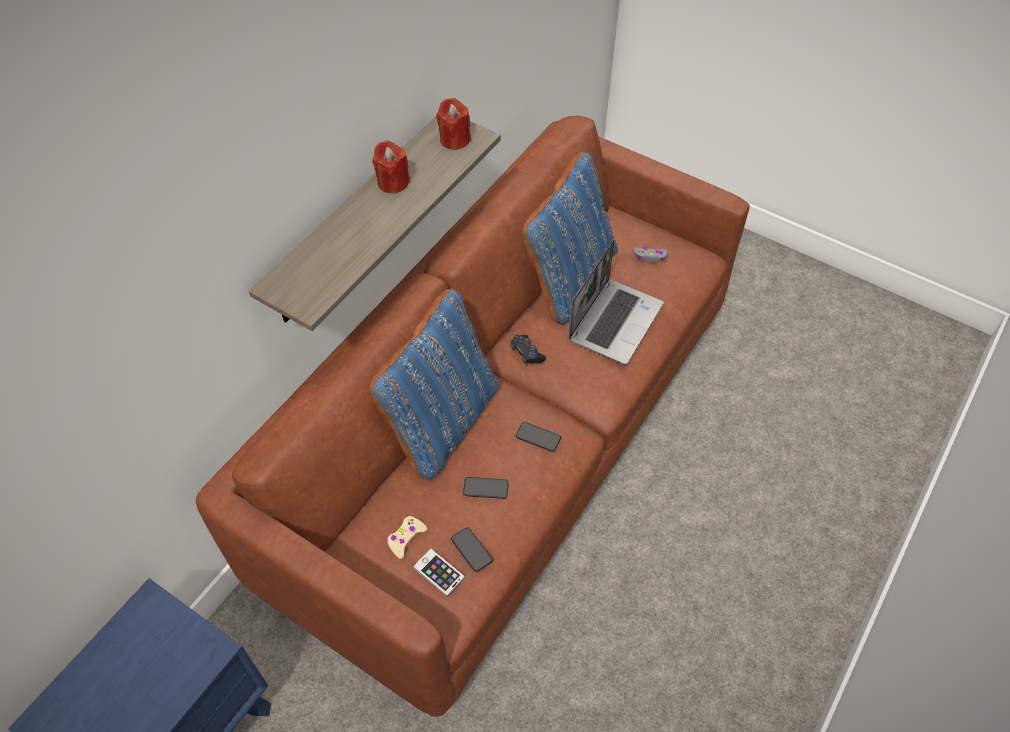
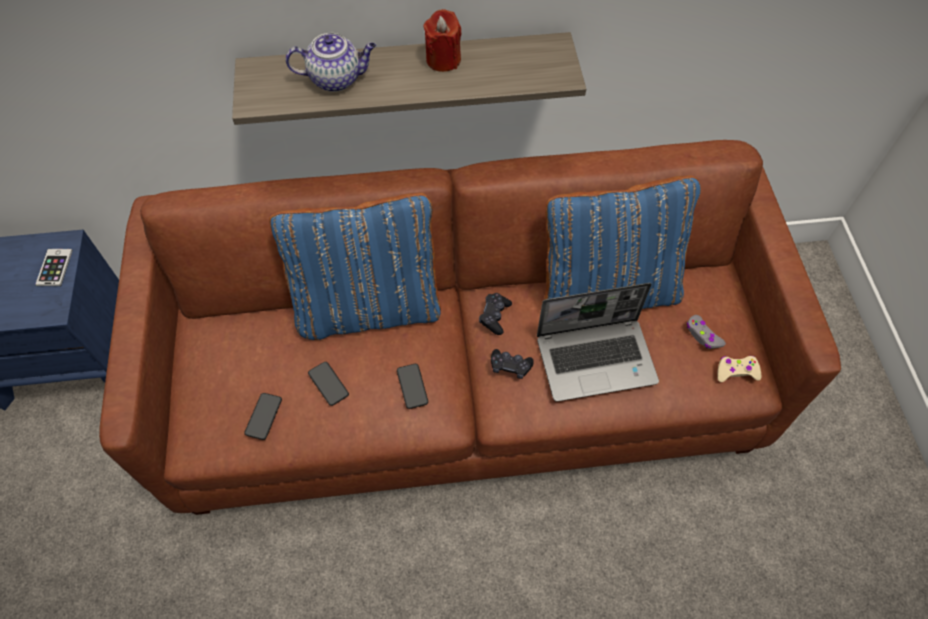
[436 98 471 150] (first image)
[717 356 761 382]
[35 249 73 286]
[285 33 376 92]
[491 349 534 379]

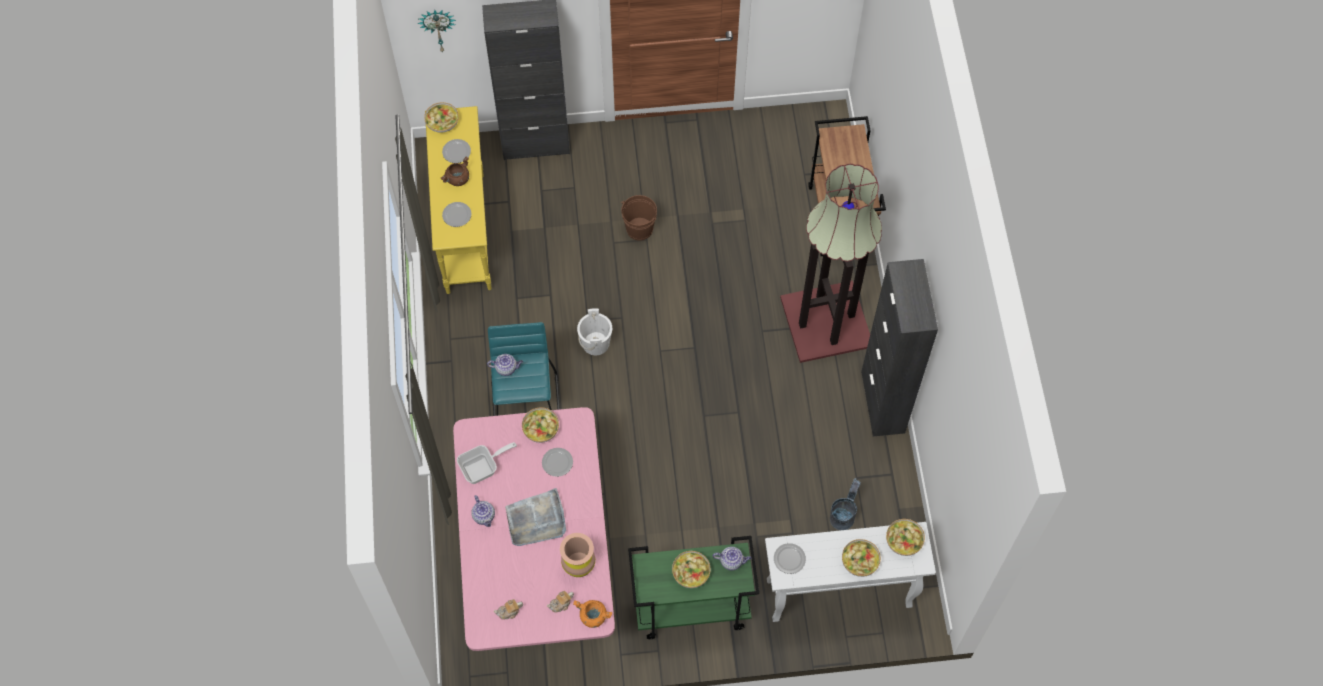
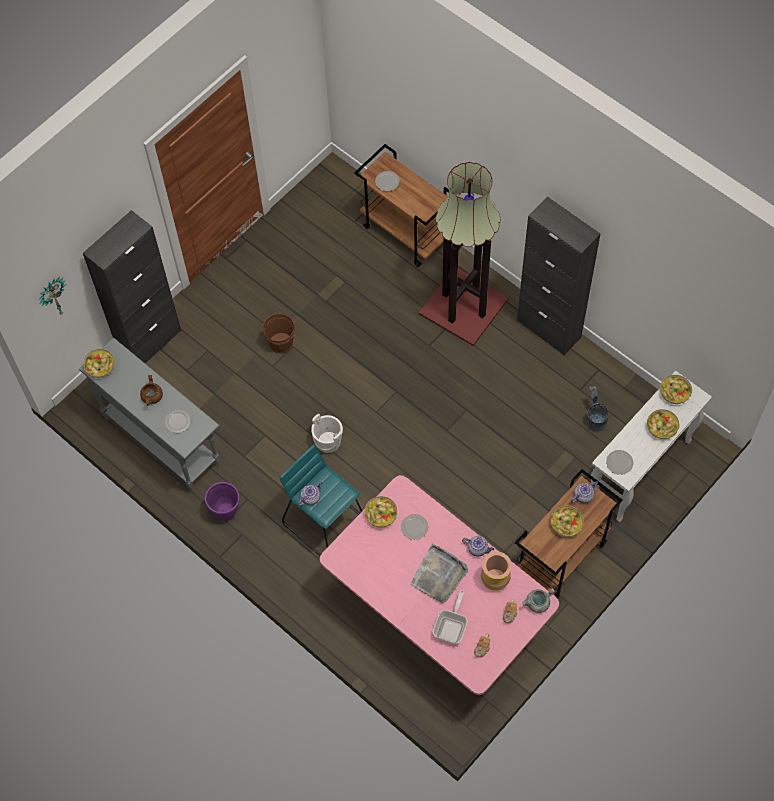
[79 337 220 492]
[375 171 400 191]
[433 590 468 644]
[462 536 494 556]
[515 469 623 599]
[522 588 555 613]
[205 482 240 521]

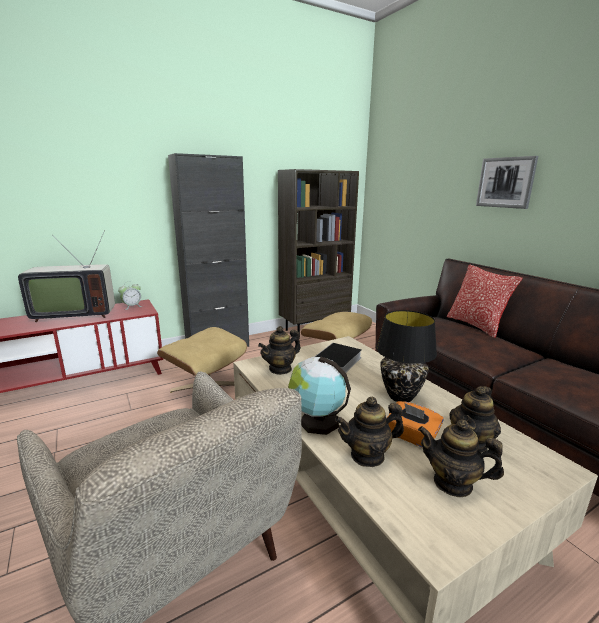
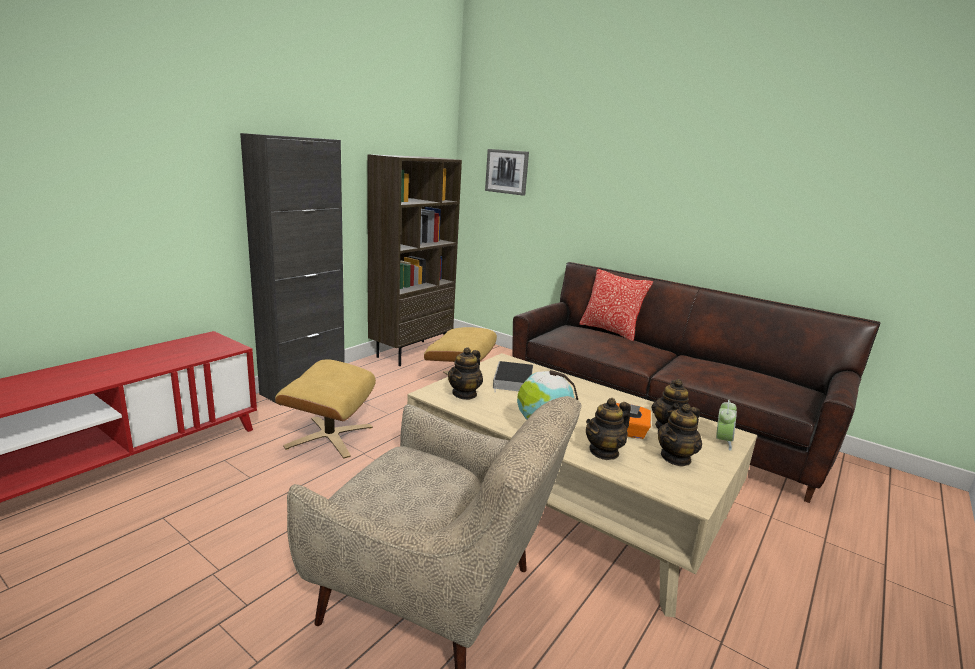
[485 149 529 196]
[18 232 115 322] (first image)
[716 399 737 451]
[376 310 437 402] (first image)
[658 404 702 467]

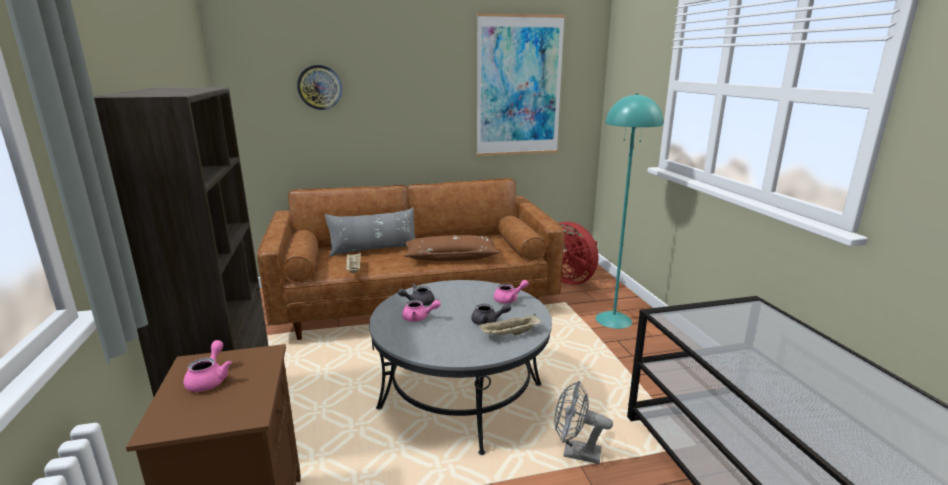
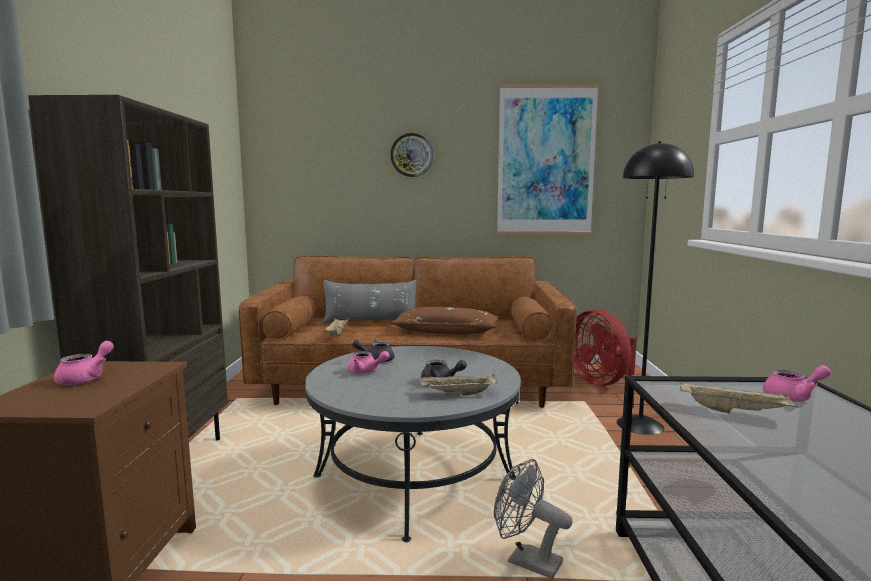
[390 133 433 177]
[617 141 694 435]
[763 365 831 402]
[680 381 798 413]

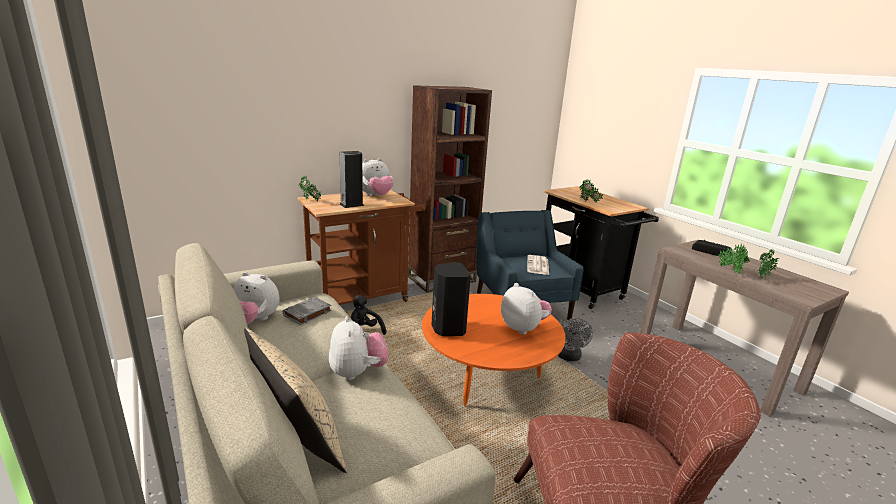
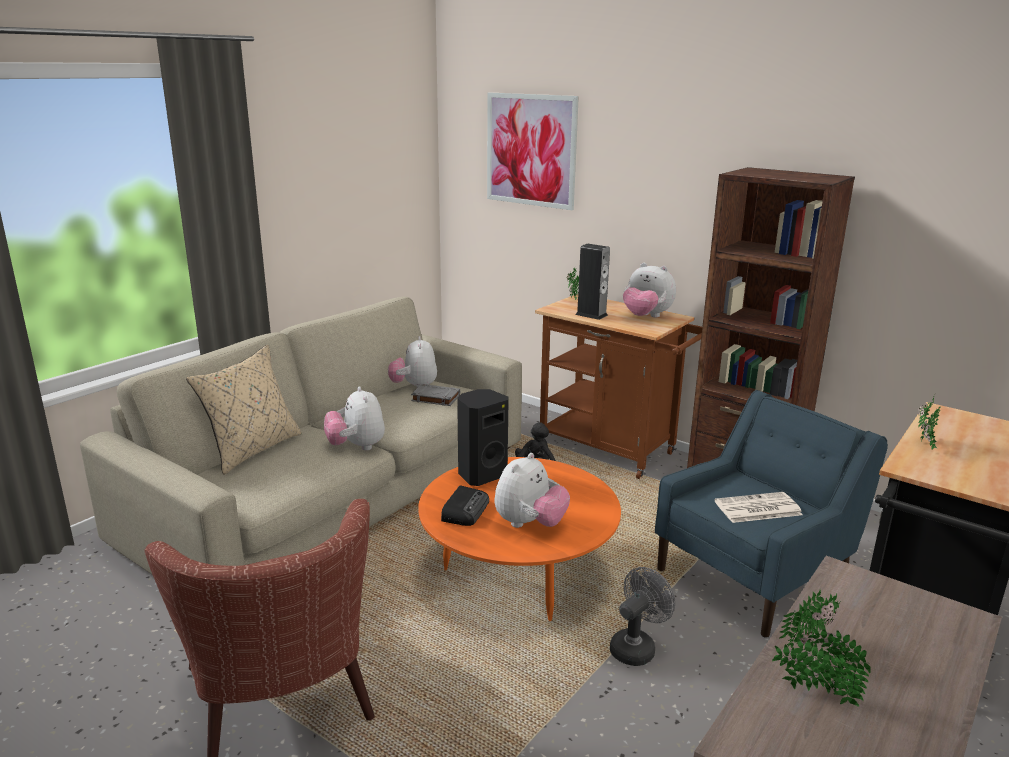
[441 485 489 526]
[324 386 385 450]
[610 567 675 666]
[487 92 579 210]

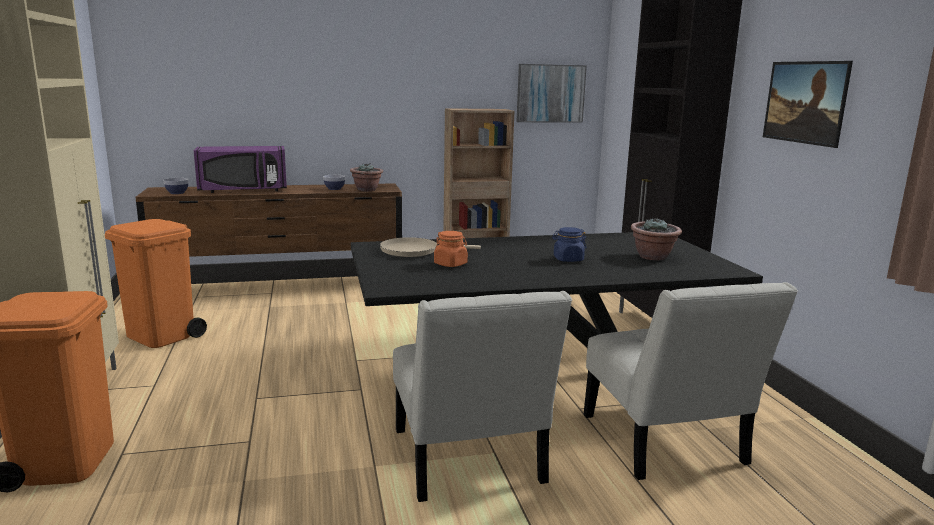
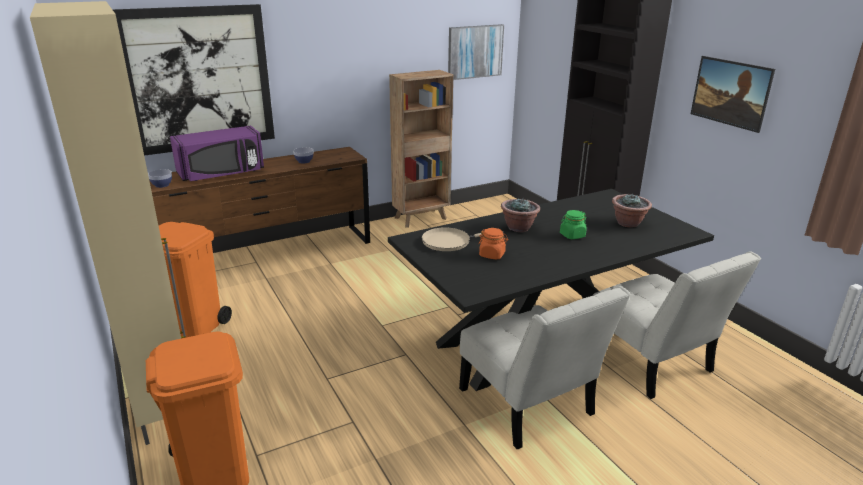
[501 198 540 232]
[560 210 587 239]
[112 4 275 156]

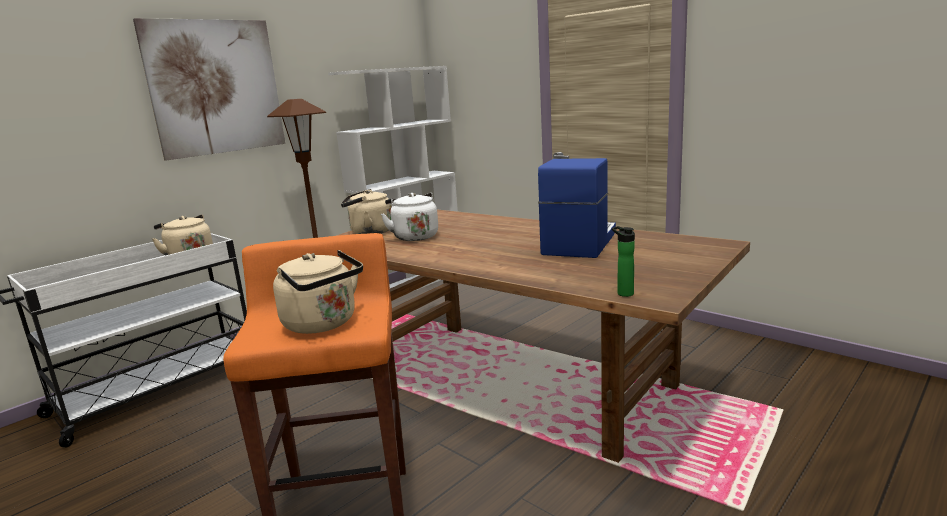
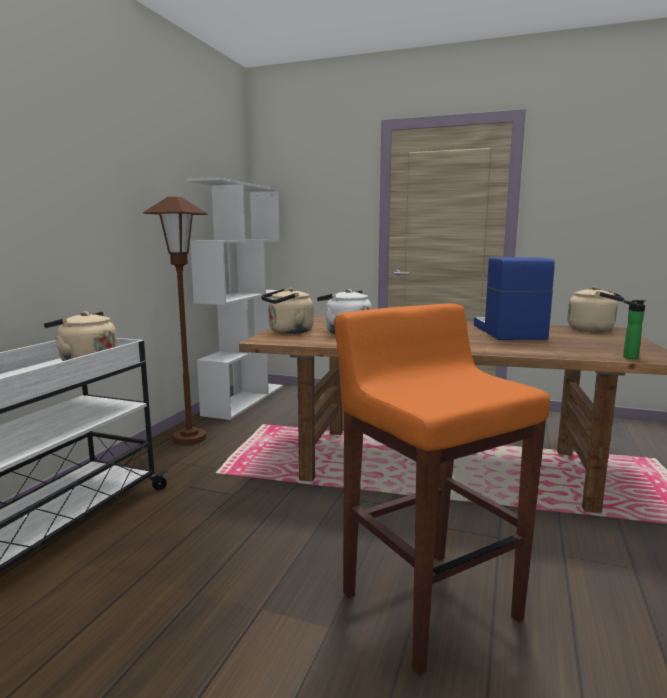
[133 18 285 160] (first image)
[567 287 624 331]

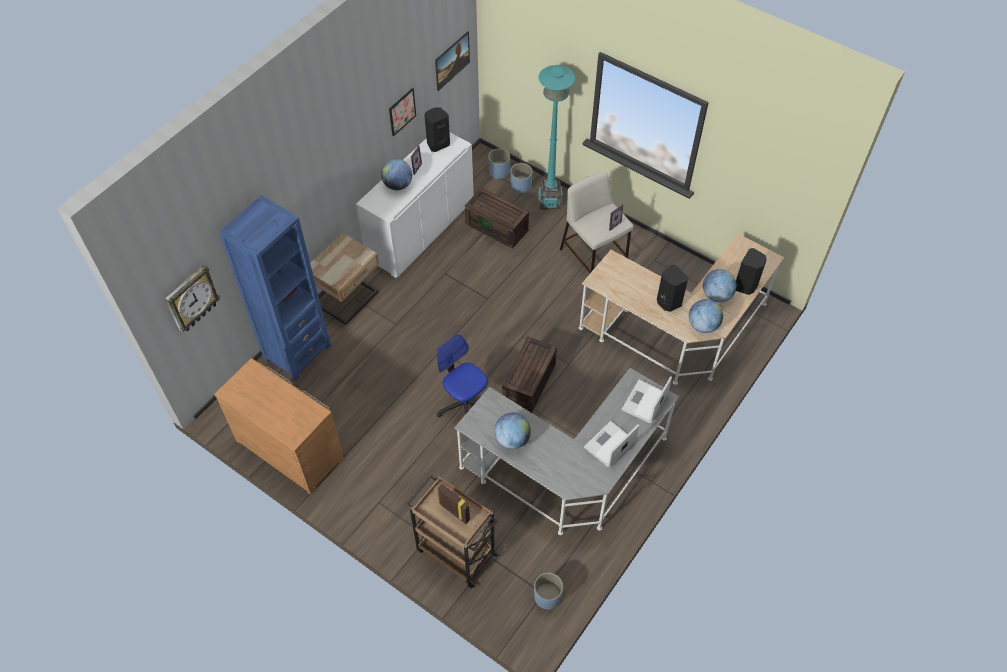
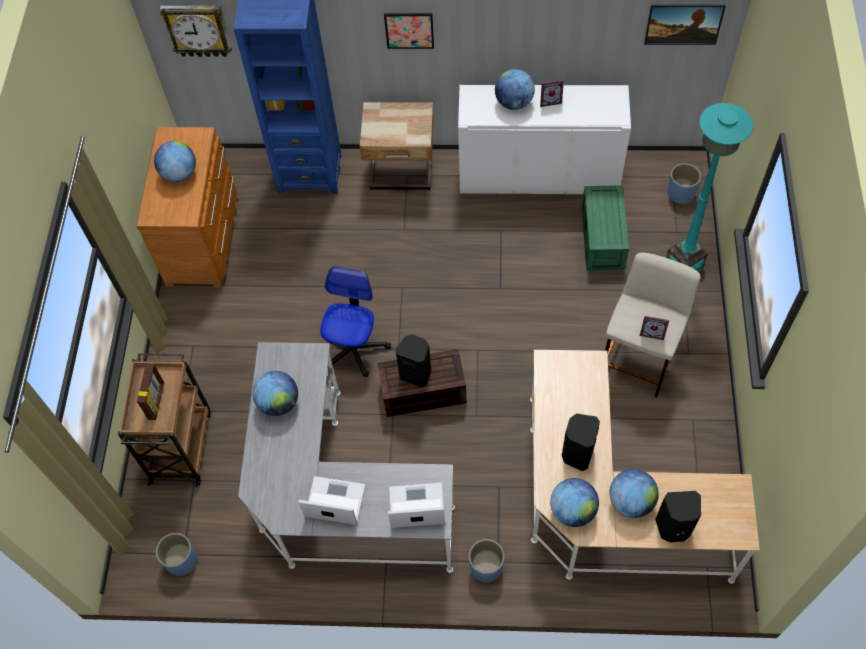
[384 13 434 49]
[396 335 431 387]
[469 539 504 583]
[582 185 629 271]
[154 141 196 182]

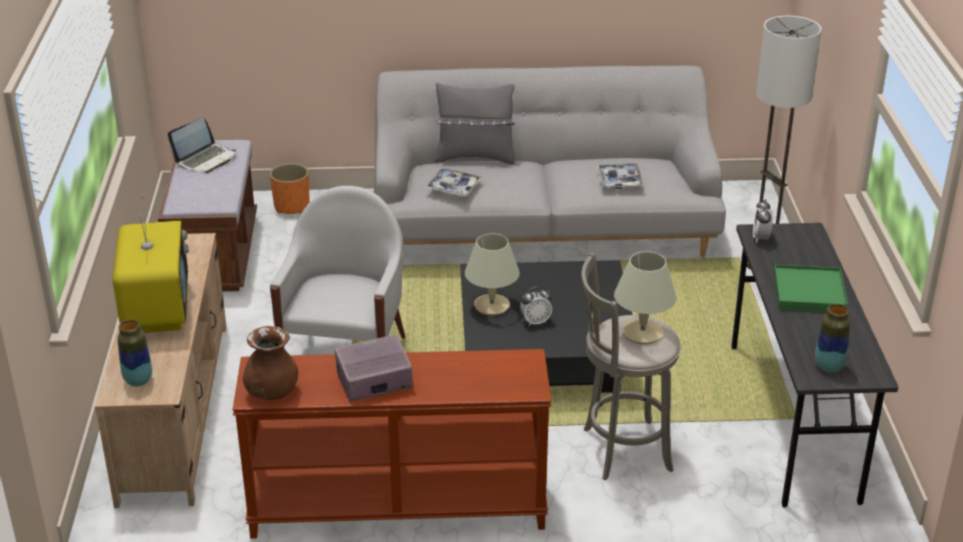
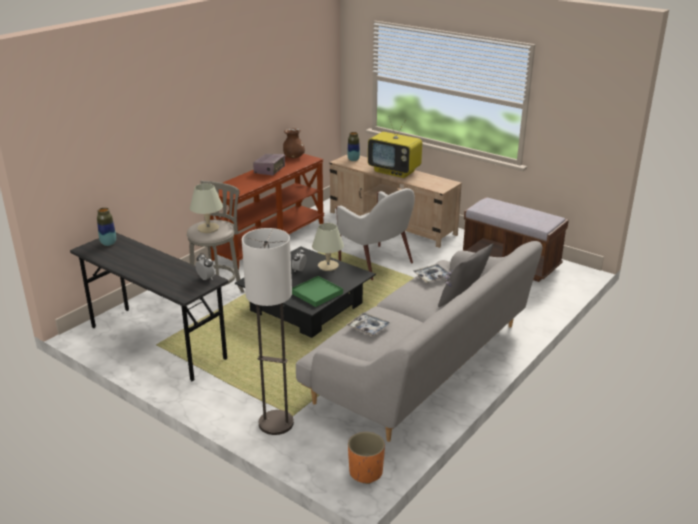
[168 118 236 173] (first image)
[348 432 385 484]
[292 276 343 307]

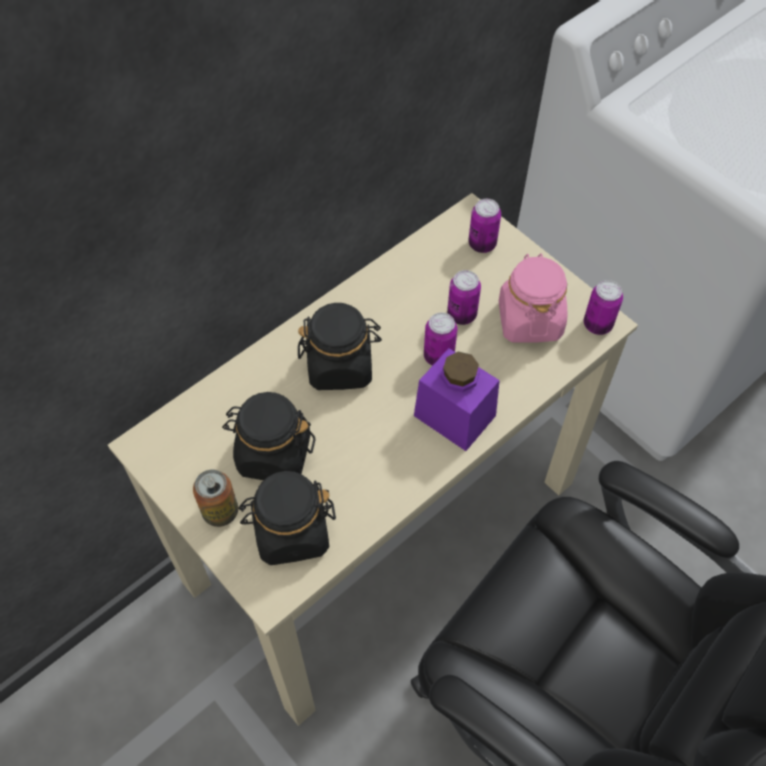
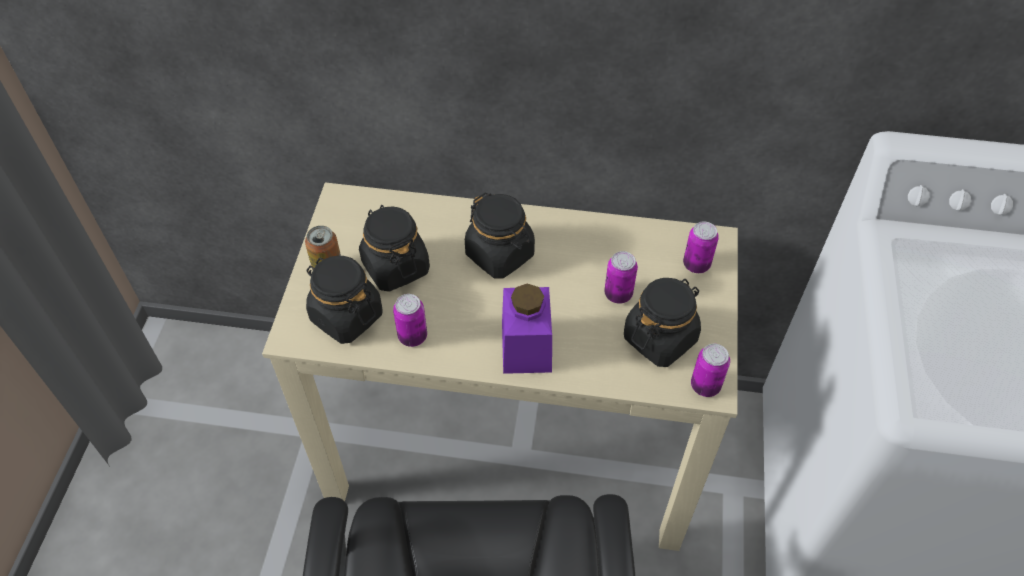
[624 278 701 367]
[393 294 427 347]

